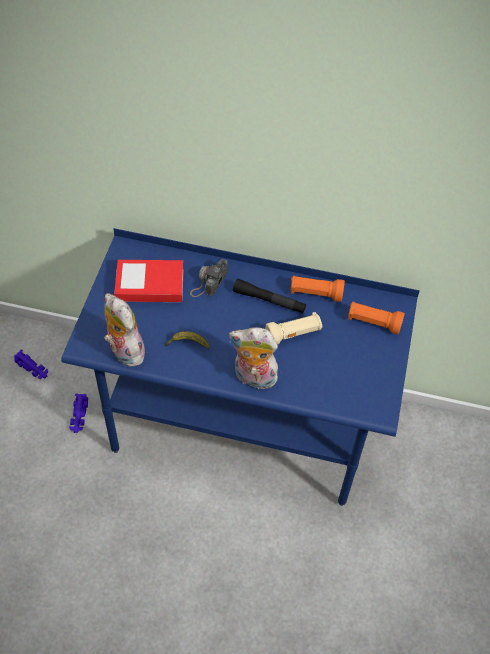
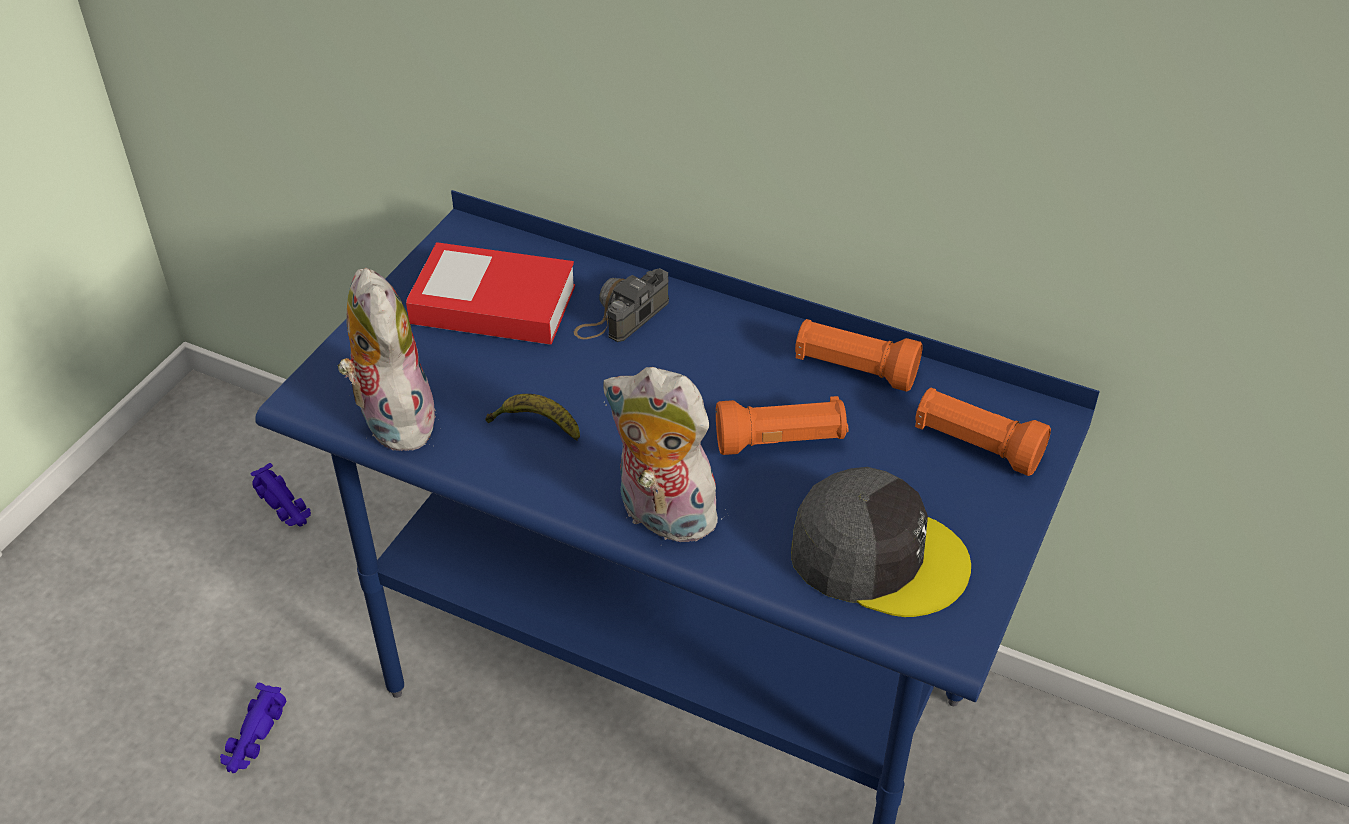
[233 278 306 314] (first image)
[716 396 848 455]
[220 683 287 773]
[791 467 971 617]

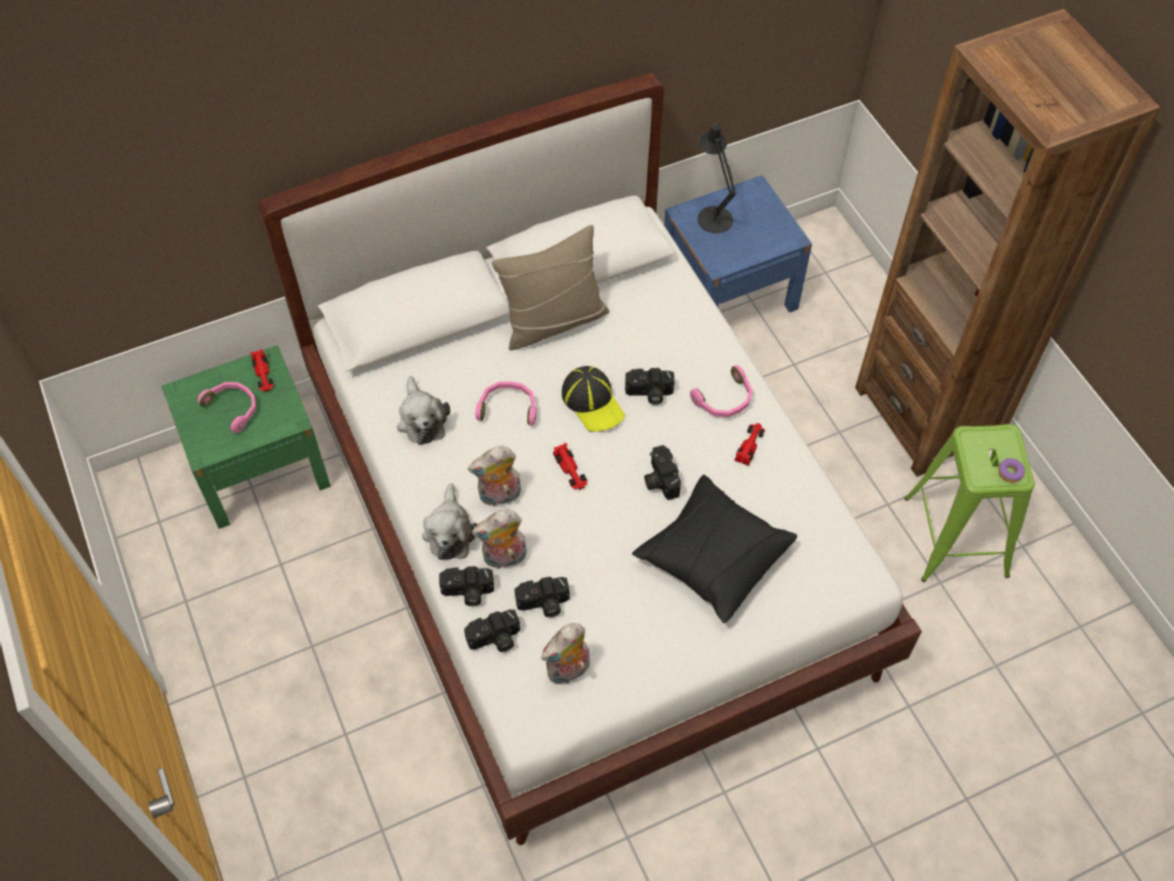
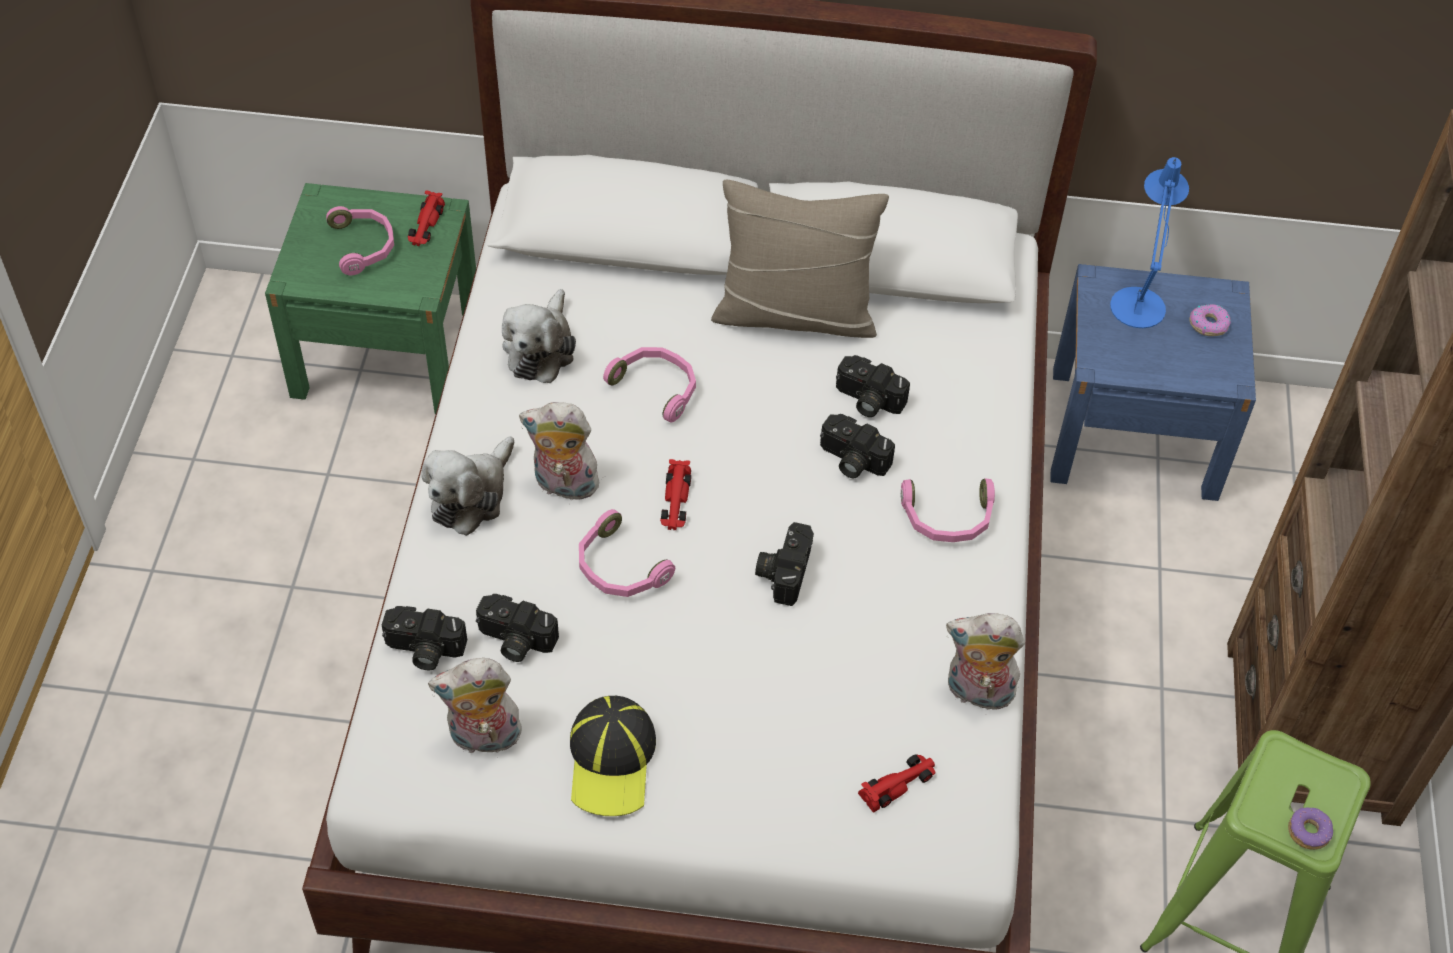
[1110 157 1189 328]
[570 696 656 816]
[858 754 936 813]
[632 475 797 623] (first image)
[946 613 1025 710]
[836 355 910 417]
[1189 304 1231 336]
[579 509 675 597]

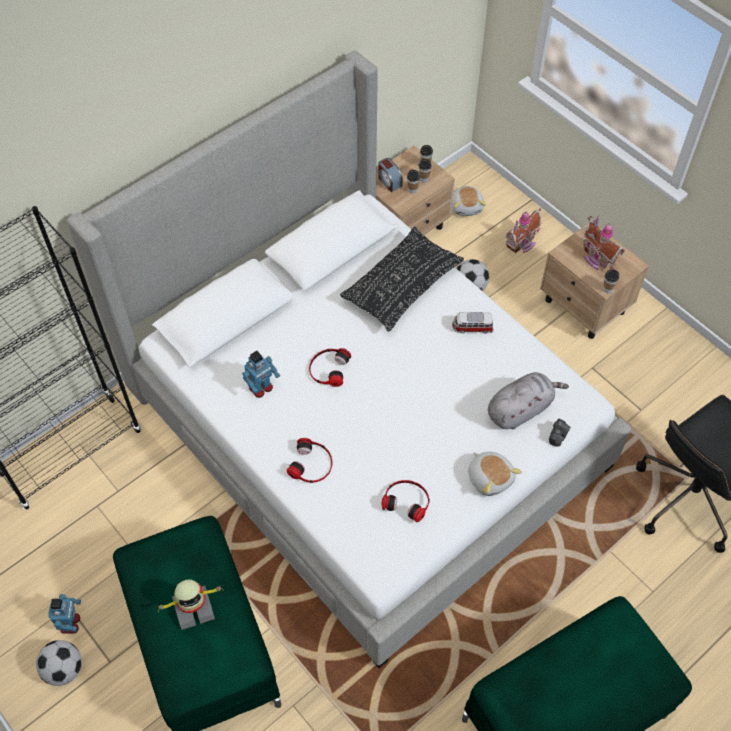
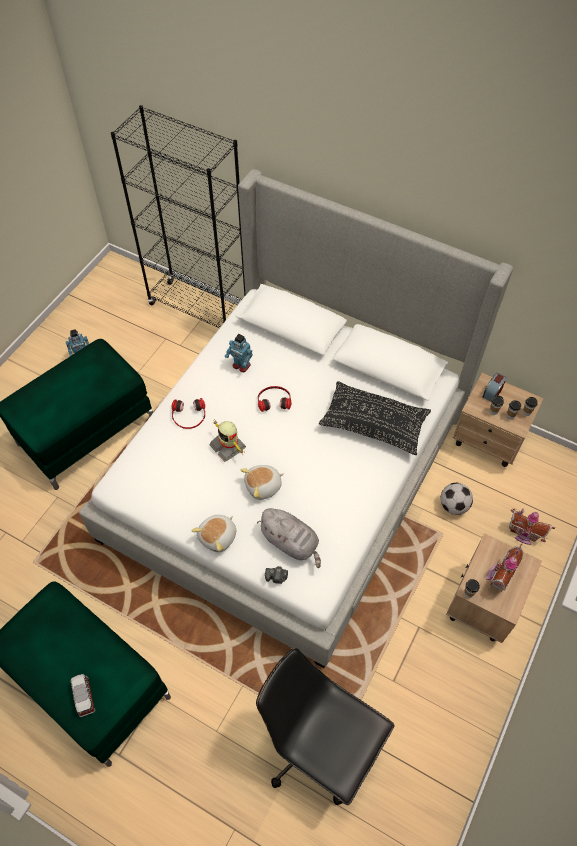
[241 465 284 500]
[71 674 95 717]
[381 480 430 522] (first image)
[209 420 246 462]
[36 640 82 686] (first image)

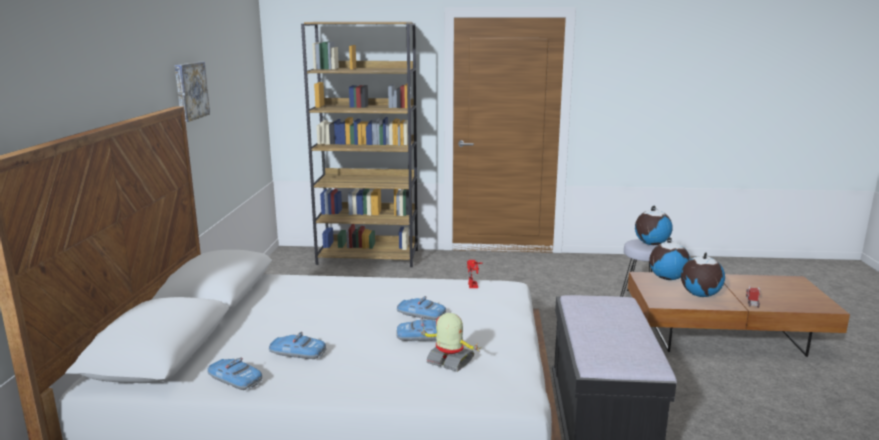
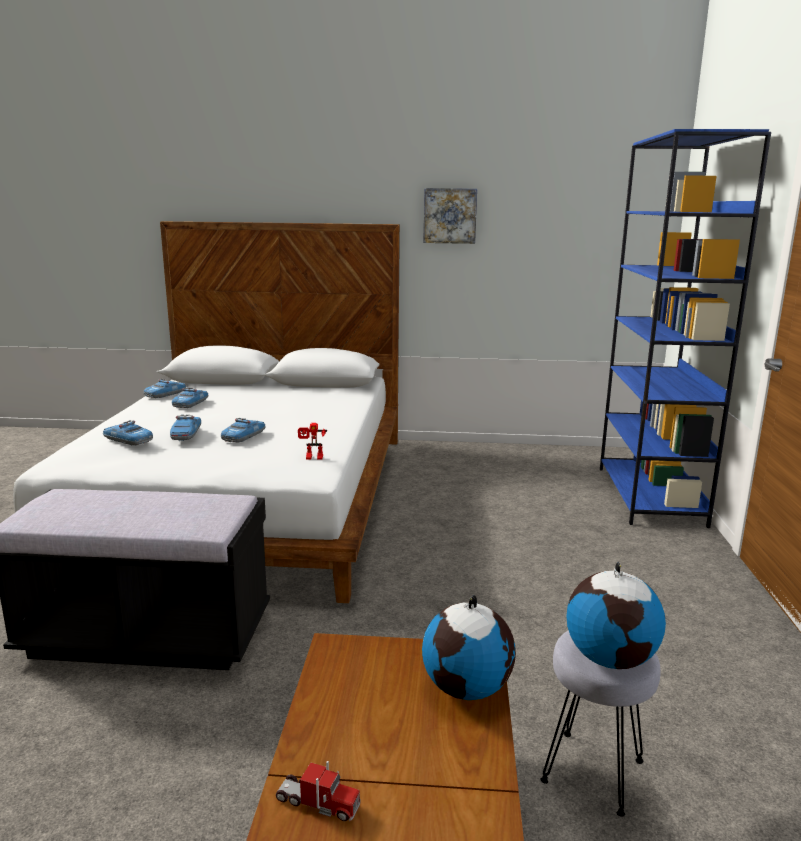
[600 129 771 528]
[681 252 725 297] (first image)
[103 420 153 445]

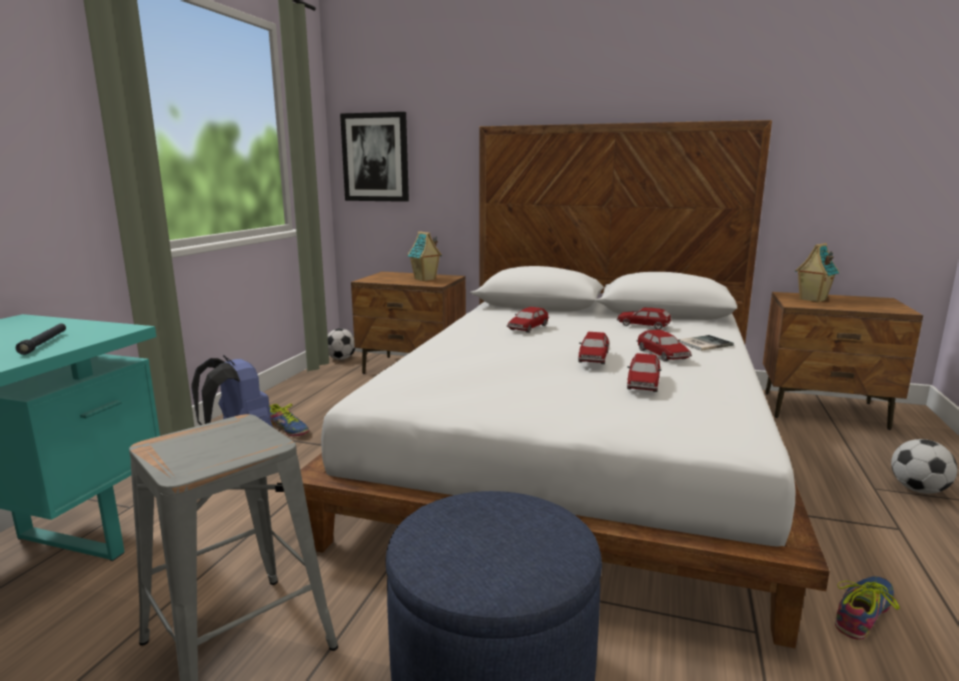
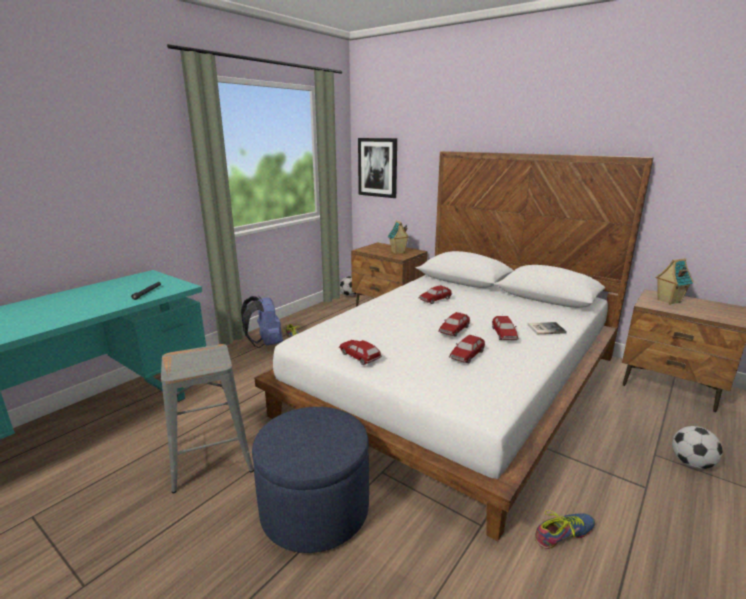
[339 340 382 365]

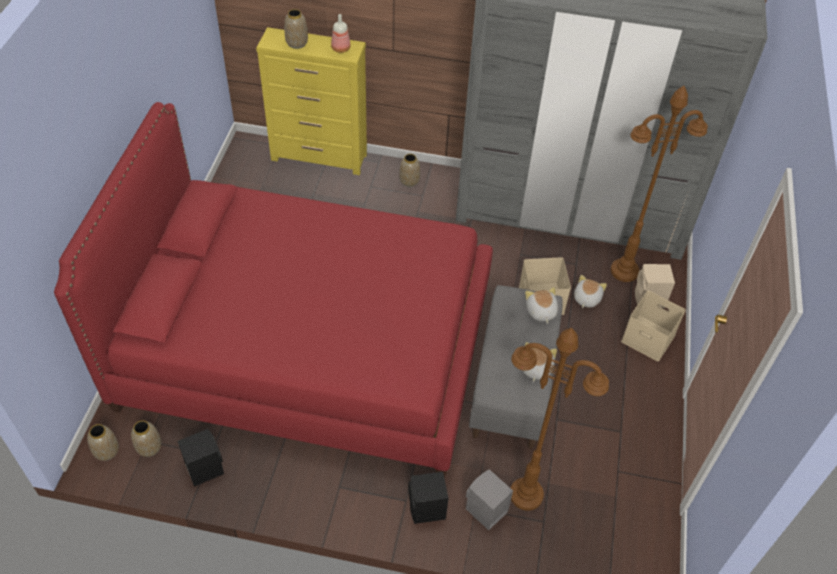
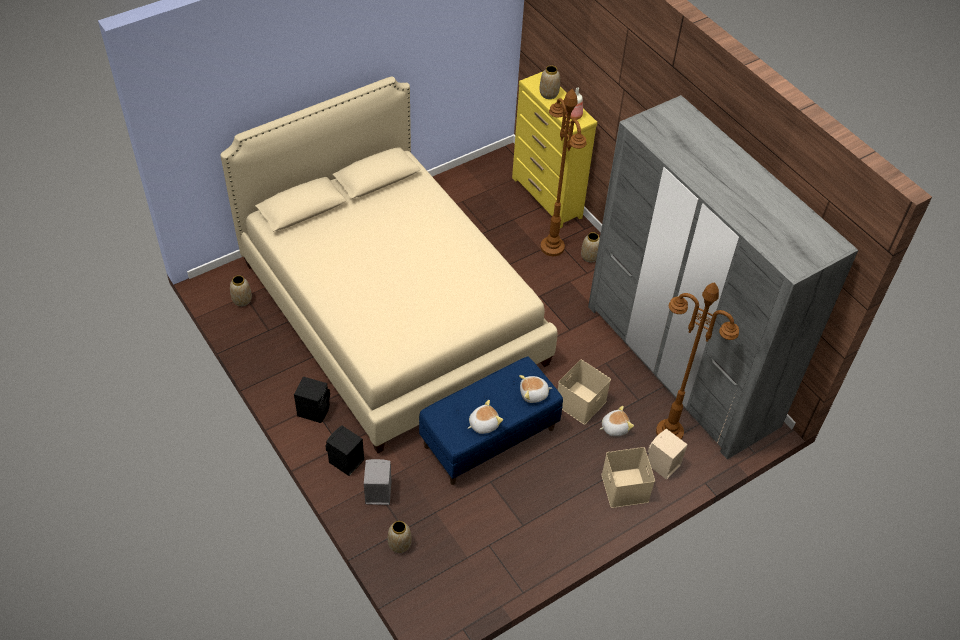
[220 77 557 453]
[419 356 563 485]
[519 375 552 403]
[541 89 586 256]
[388 521 412 553]
[294 376 330 423]

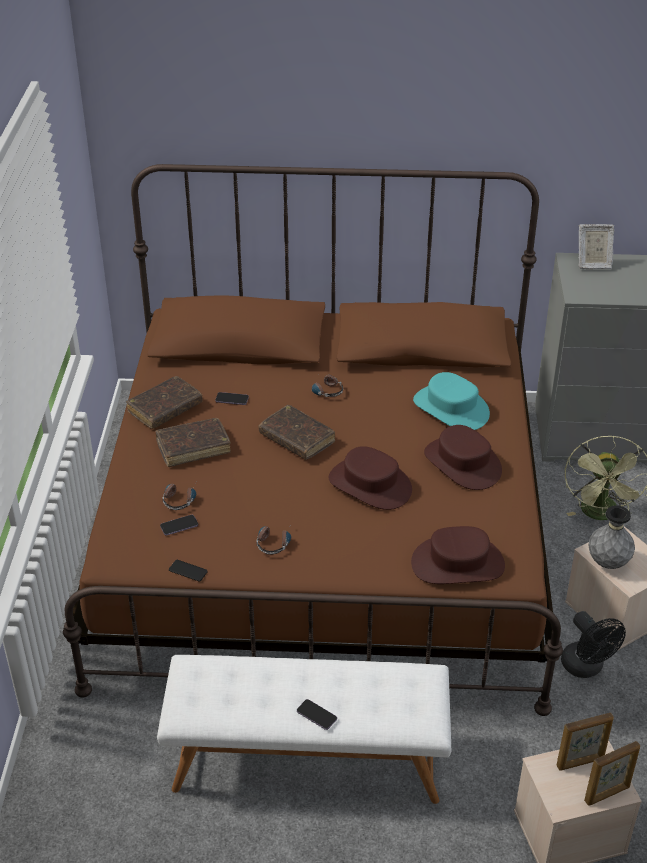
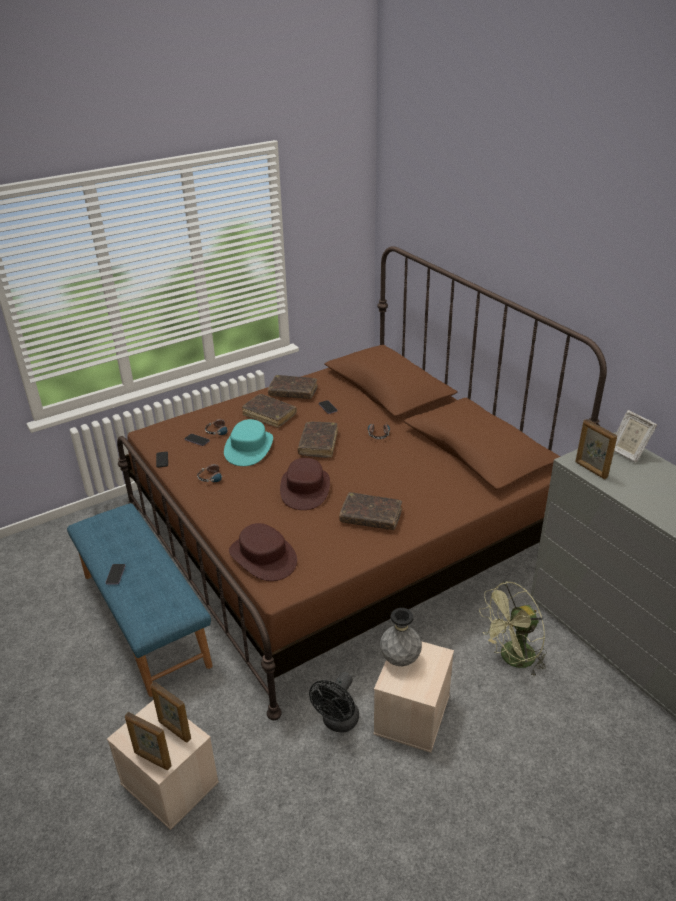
[224 419 273 466]
[339 492 402 530]
[67 503 213 697]
[575 419 617 479]

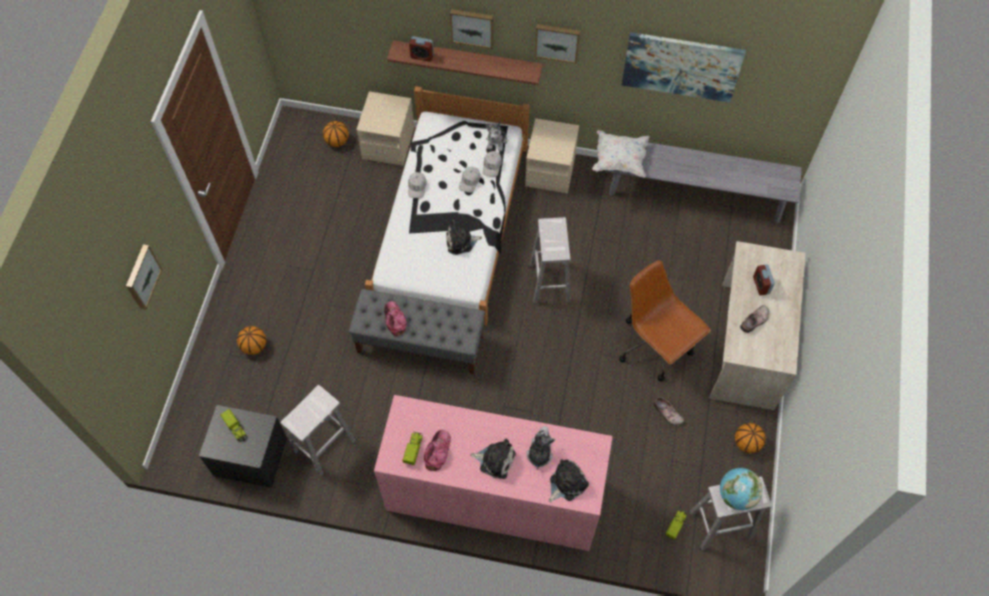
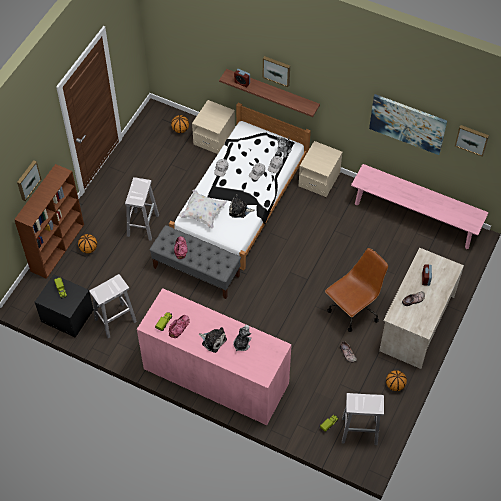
[455 125 489 157]
[179 190 227 229]
[351 164 489 249]
[125 177 159 241]
[325 248 388 332]
[549 459 589 503] (first image)
[720 468 763 510] (first image)
[14 164 84 279]

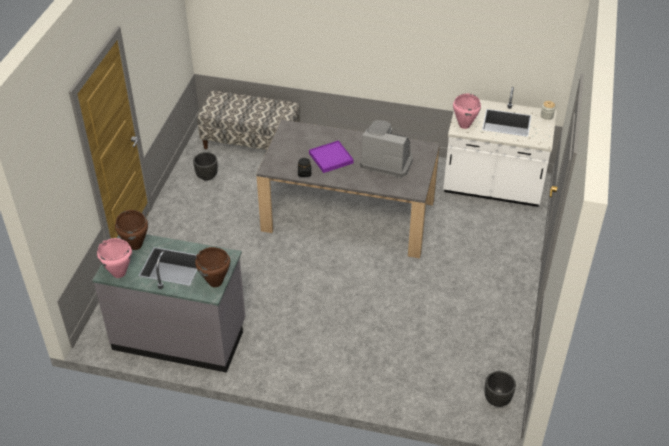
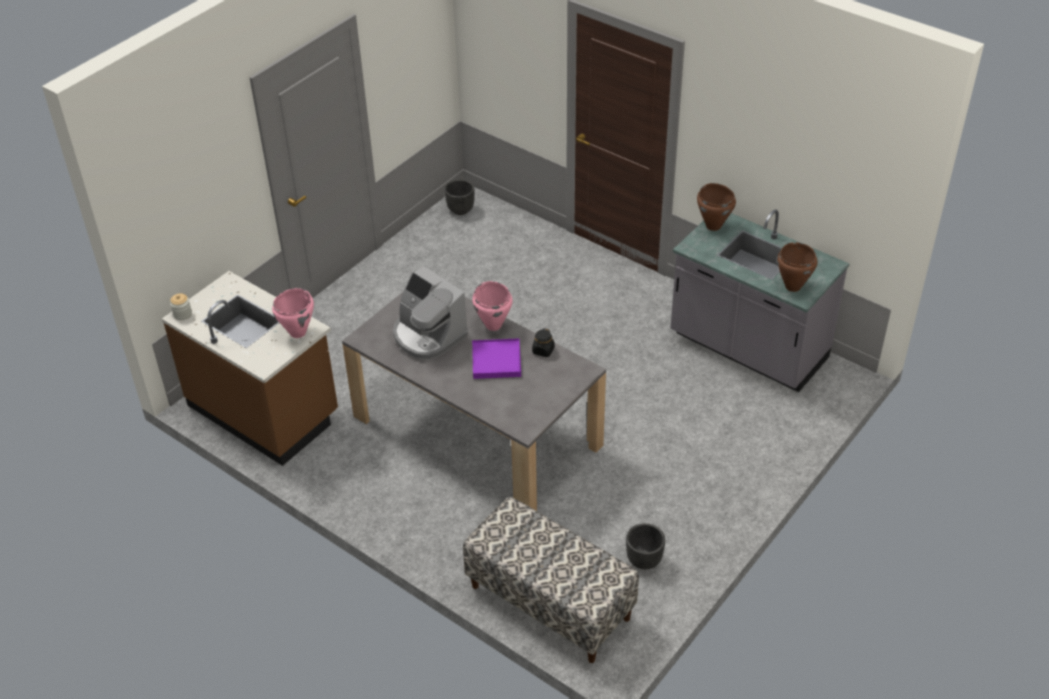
[162 271 338 466]
[472 281 513 331]

